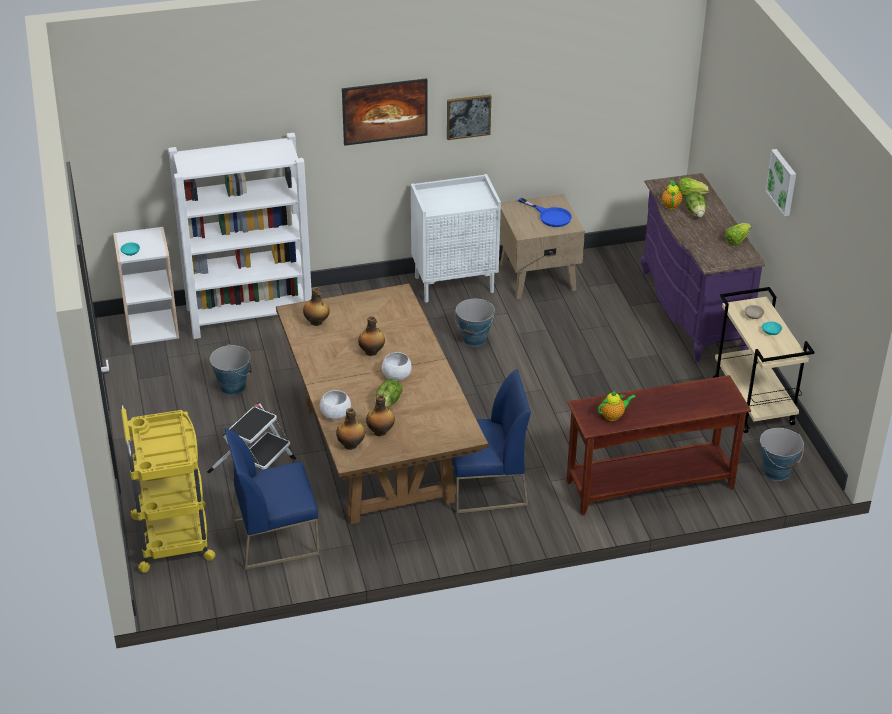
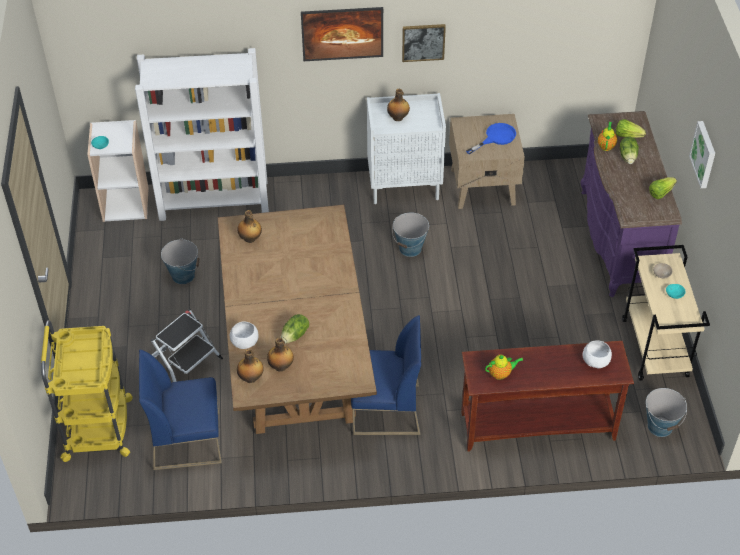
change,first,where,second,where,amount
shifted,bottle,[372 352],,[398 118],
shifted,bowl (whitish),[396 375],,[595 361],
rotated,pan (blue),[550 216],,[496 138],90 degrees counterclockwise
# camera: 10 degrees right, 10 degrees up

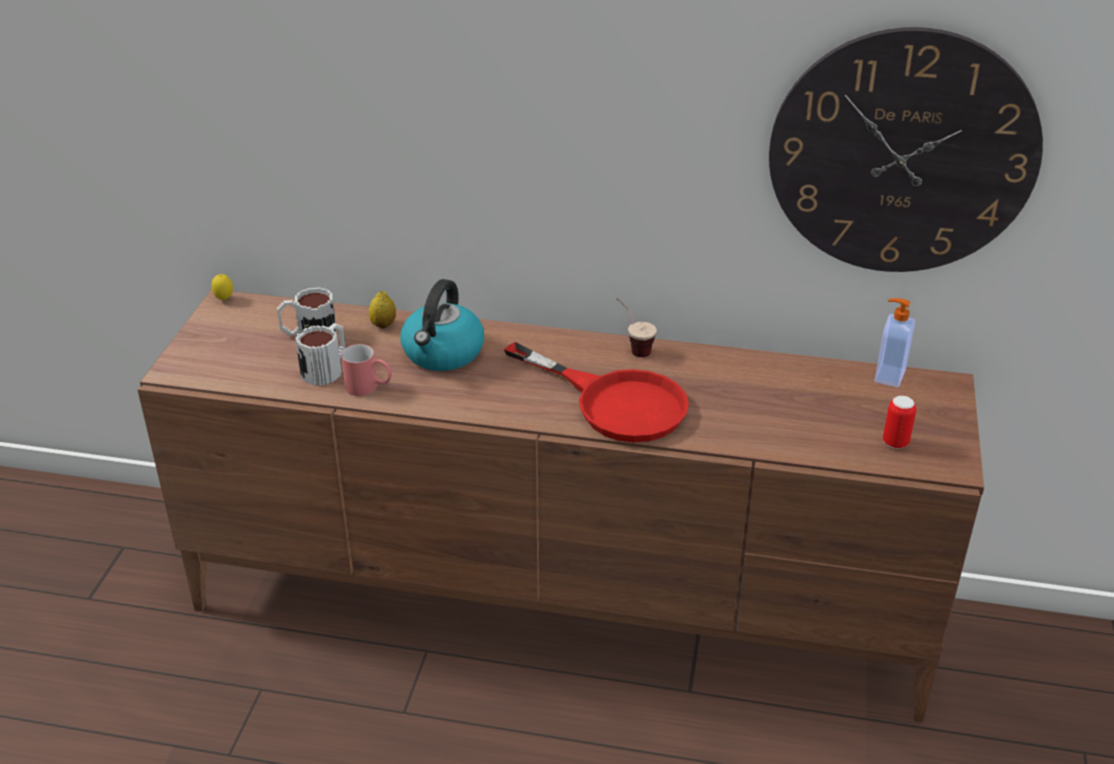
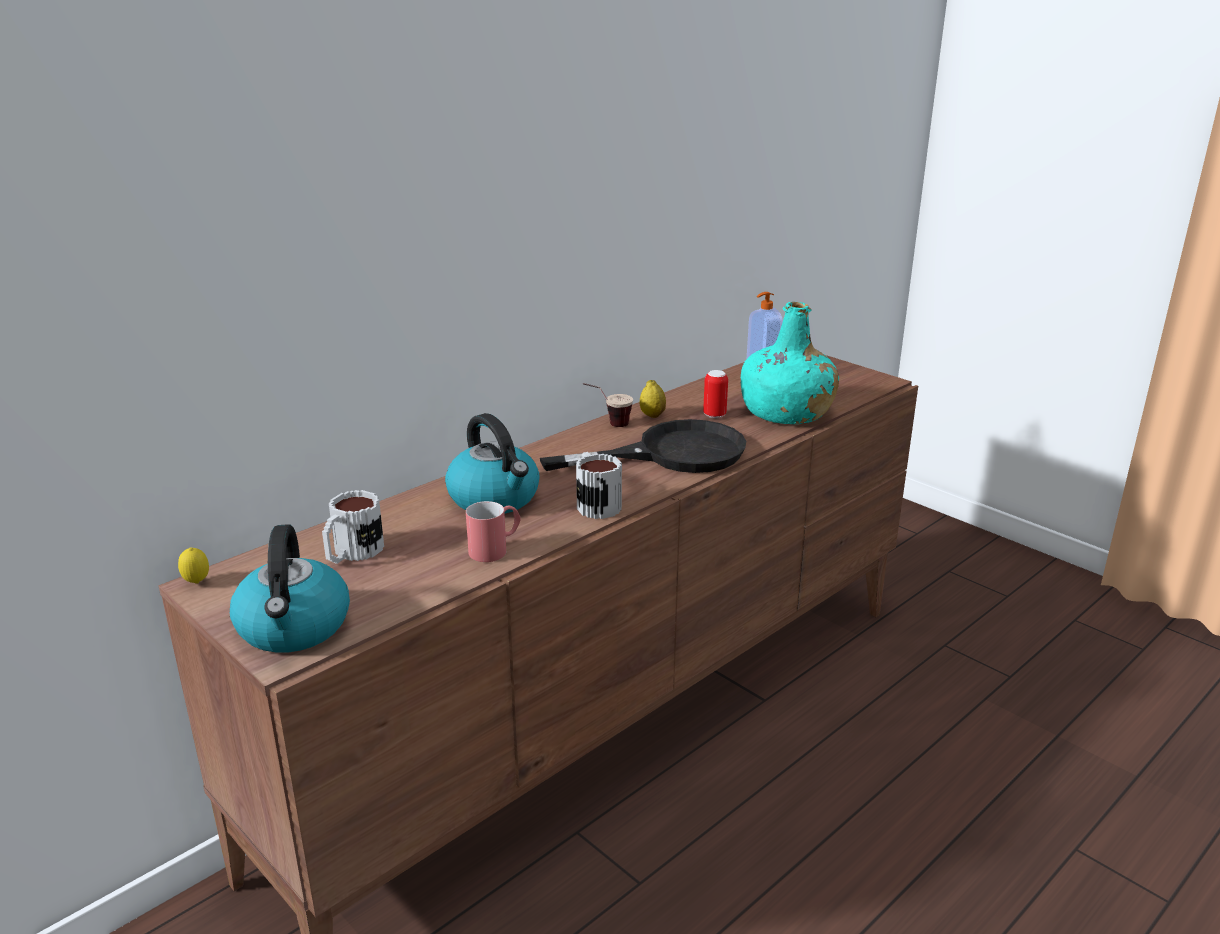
change,first,where,second,where,amount
gone,clock on the wall,[902 154],,,
new,,,kettle,[294 628],
new,,,bottle (blue-green),[786 412],
shifted,mug,[327 369],,[595 503],
shifted,whole lemon,[383 325],,[652 415],
shifted,can,[895 442],,[714 415],
repainted,pan (reddish),[615 402],pan (black),[672 454],
# camera: 55 degrees left, 10 degrees down

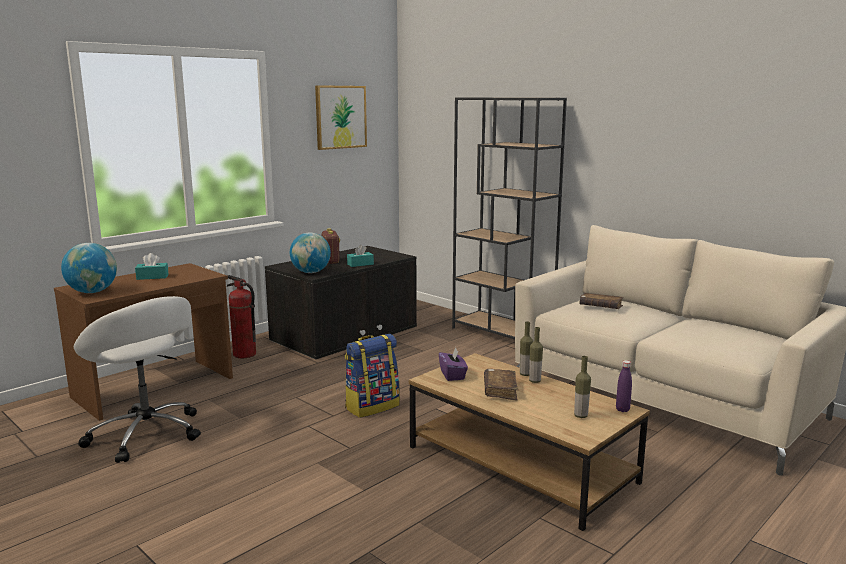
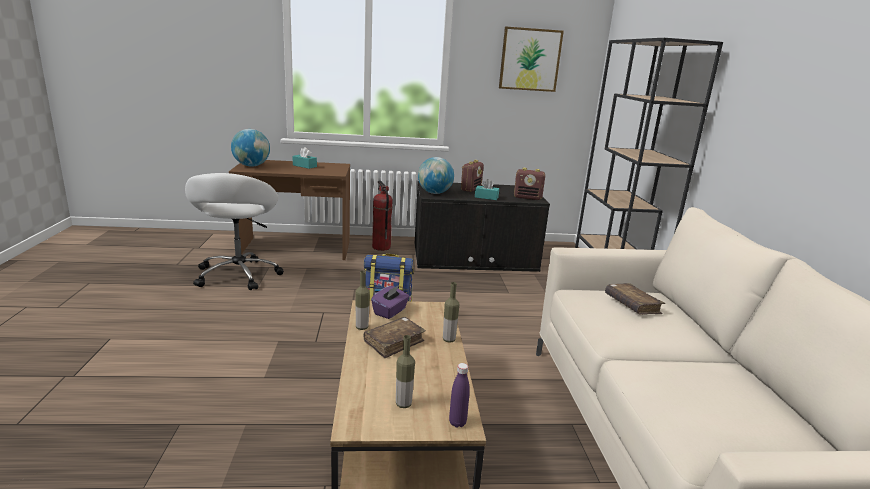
change,first,where,second,where,amount
new,,,radio set,[528 198],
shifted,bottle,[534 381],,[362 327],
# camera: 40 degrees right, 5 degrees up

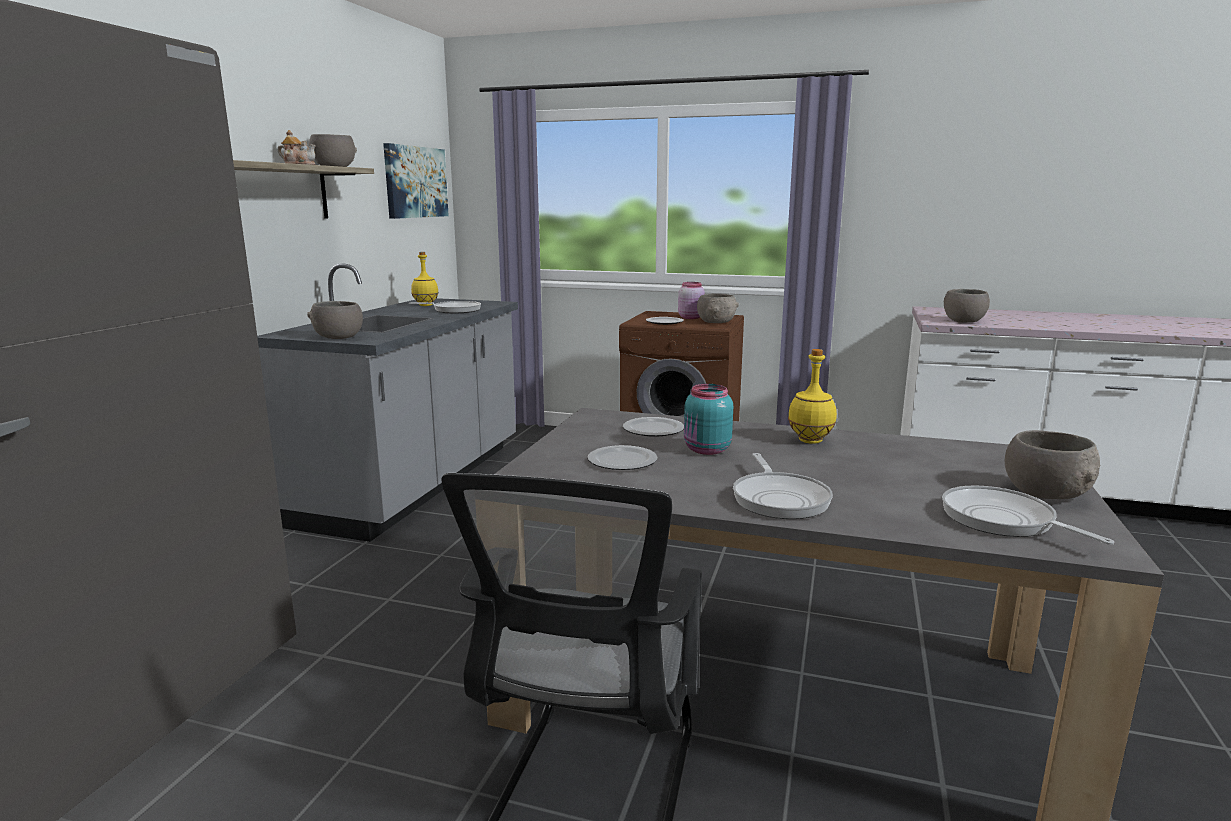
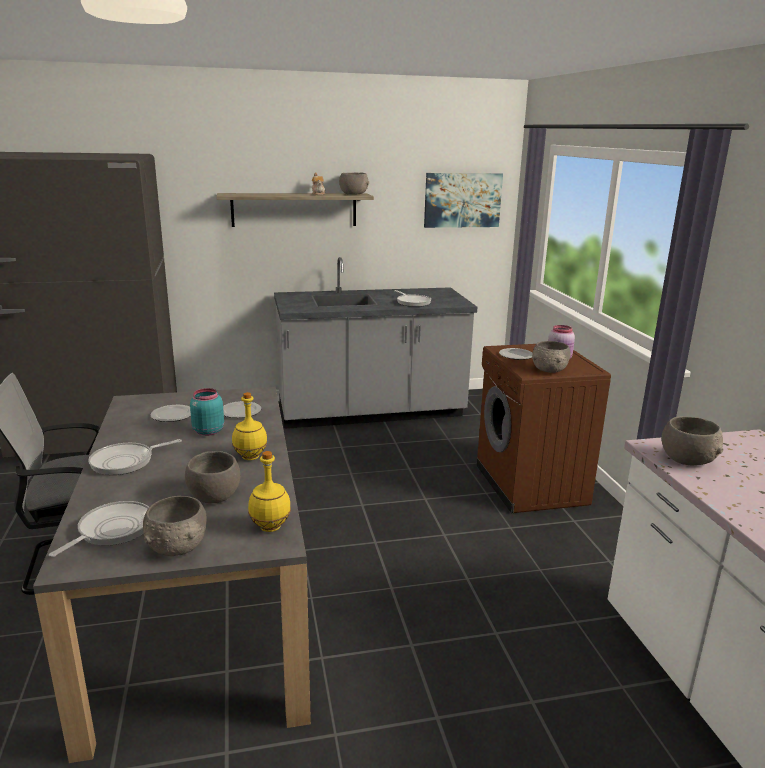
change,first,where,second,where,amount
shifted,bowl (greyish),[338 337],,[214 495],
shifted,bottle (yellowish),[426 305],,[270 527],
# camera: 60 degrees right, 5 degrees up

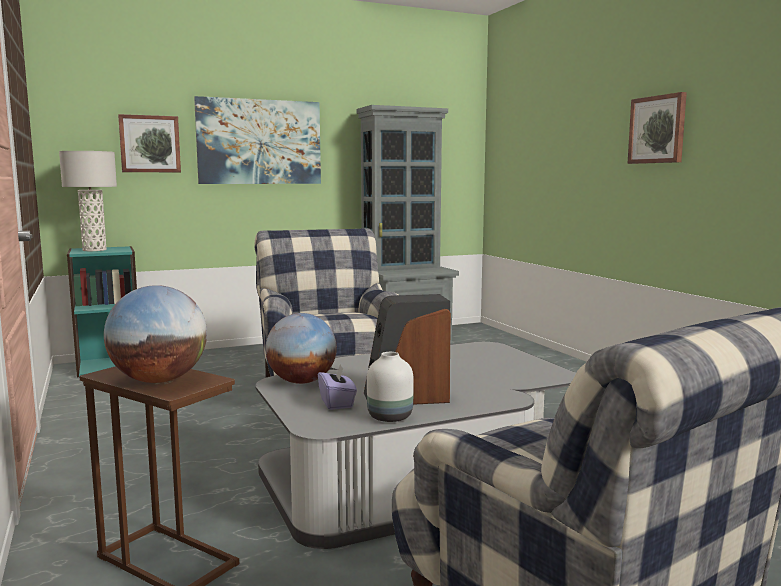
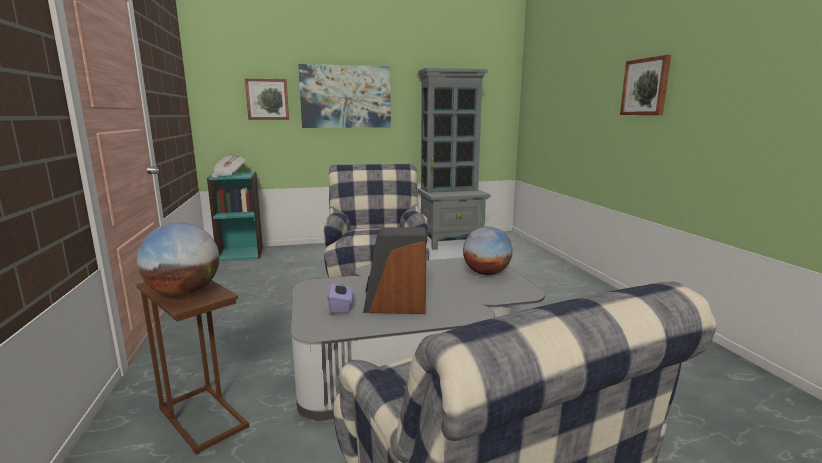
change,first,where,second,where,amount
gone,vase (whitish),[388 417],,,
shifted,world globe,[301 382],,[486 273],
swapped,tabletop lamp (whitish),[94 250],printed paper,[228 175],
# camera: 10 degrees right, 5 degrees up

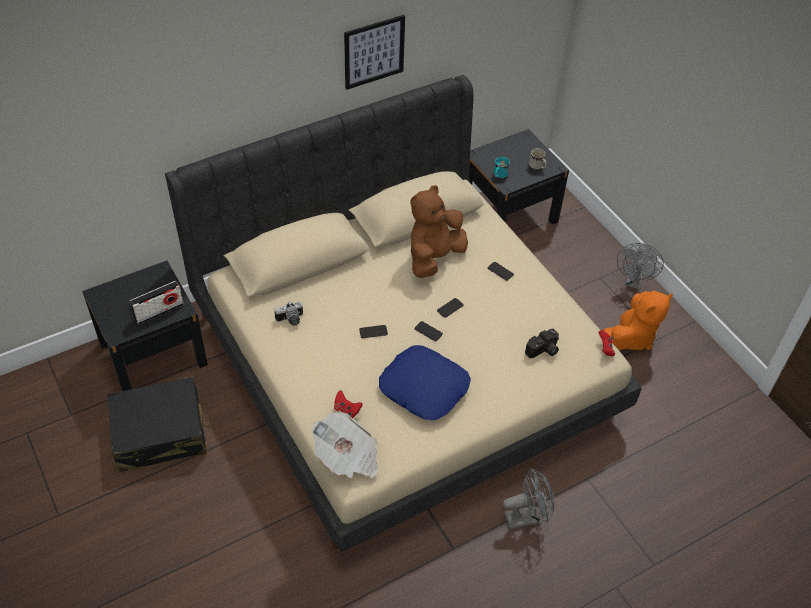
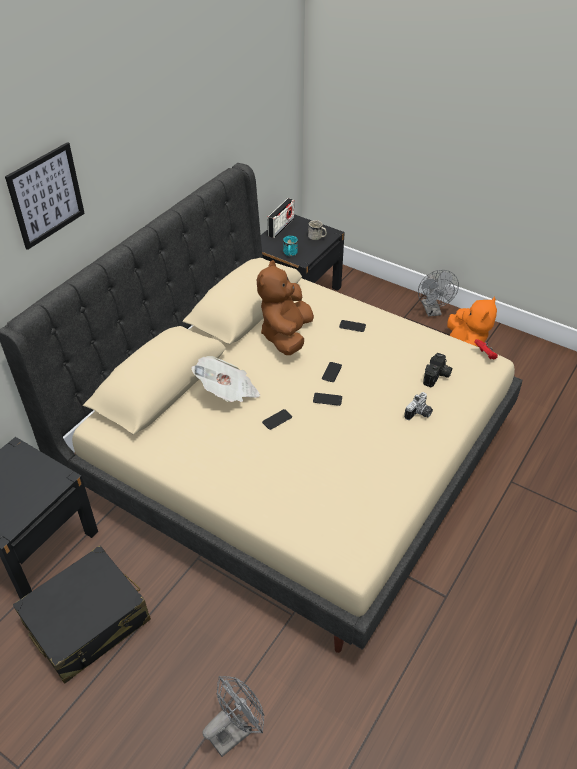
change,first,where,second,where,amount
gone,gamepad (reddish),[347 410],,,
gone,throw pillow (blue),[424 387],,,
shifted,radio set,[159 311],,[281 227],
shifted,still camera,[291 320],,[419 414],
shifted,printed paper,[347 457],,[227 392],
shifted,wall picture,[374 52],,[46 195],
shifted,electric fan (greyish),[526 517],,[235 730],
# camera: 25 degrees left, 5 degrees down

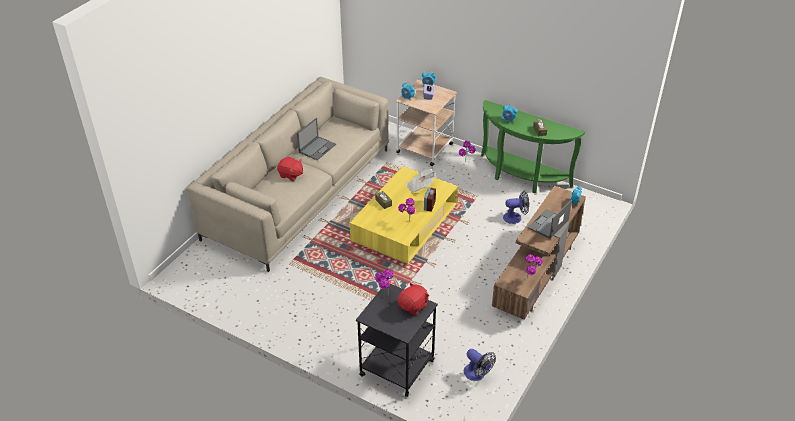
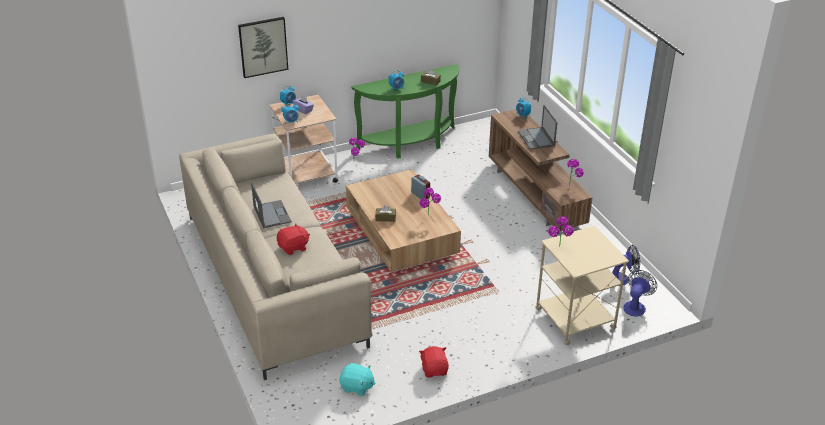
change,first,where,second,where,amount
gone,printed paper,[420 186],,,
new,,,wall picture,[263 46],
new,,,plush toy (blue-green),[357 387],
shifted,plush toy (reddish),[413 306],,[434 370],
shifted,electric fan,[515 217],,[635 306],
repainted,low table (yellowish),[405 226],low table (brownish),[401 235],
repainted,wheeled cart (black),[396 366],wheeled cart (beige),[574 319],
# camera: 55 degrees left, 5 degrees down

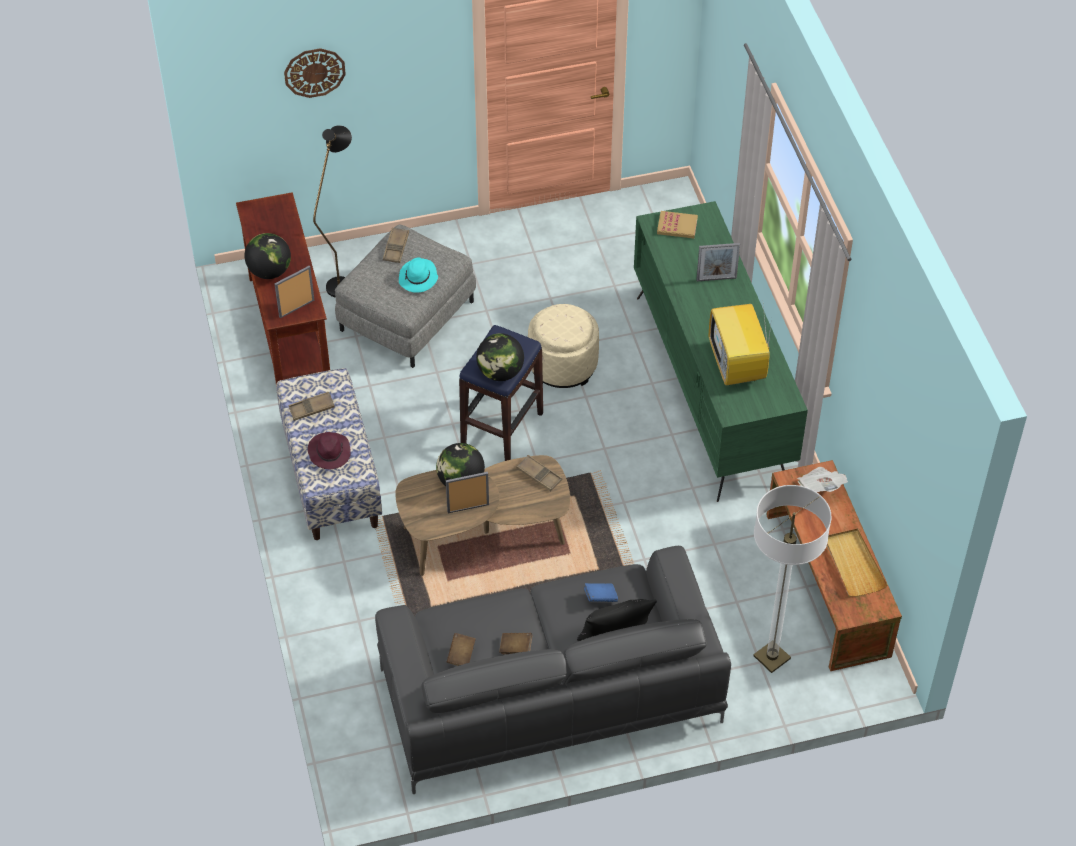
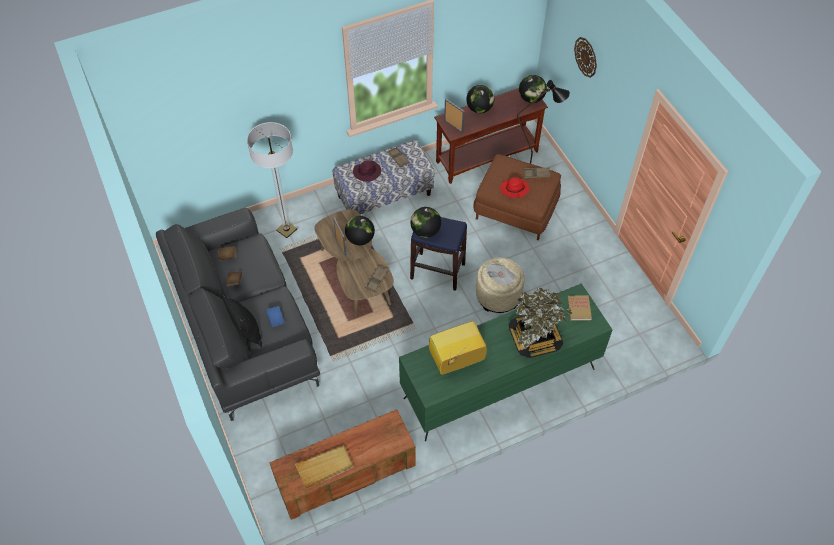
change,first,where,second,where,amount
new,,,world globe,[531 98],
shifted,floor lamp,[771 657],,[286 230],
shifted,printed paper,[820 488],,[501 278],
swapped,standing frame,[716 279],houseplant,[535 338],
repainted,pouffe (greyish),[406 315],pouffe (brownish),[516 208],
repainted,clothing hat (blue-green),[418 278],clothing hat (reddish),[514 189],
# camera: 80 degrees right, 5 degrees up

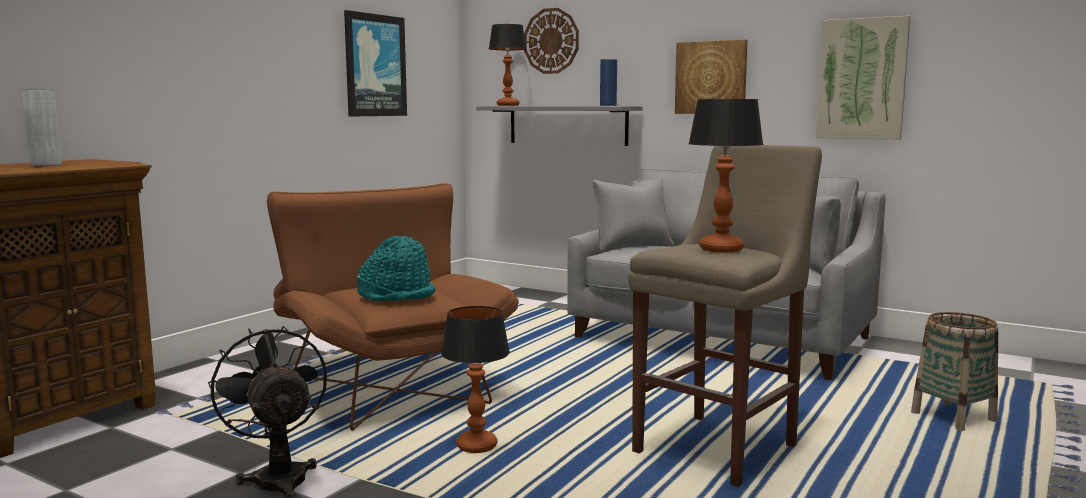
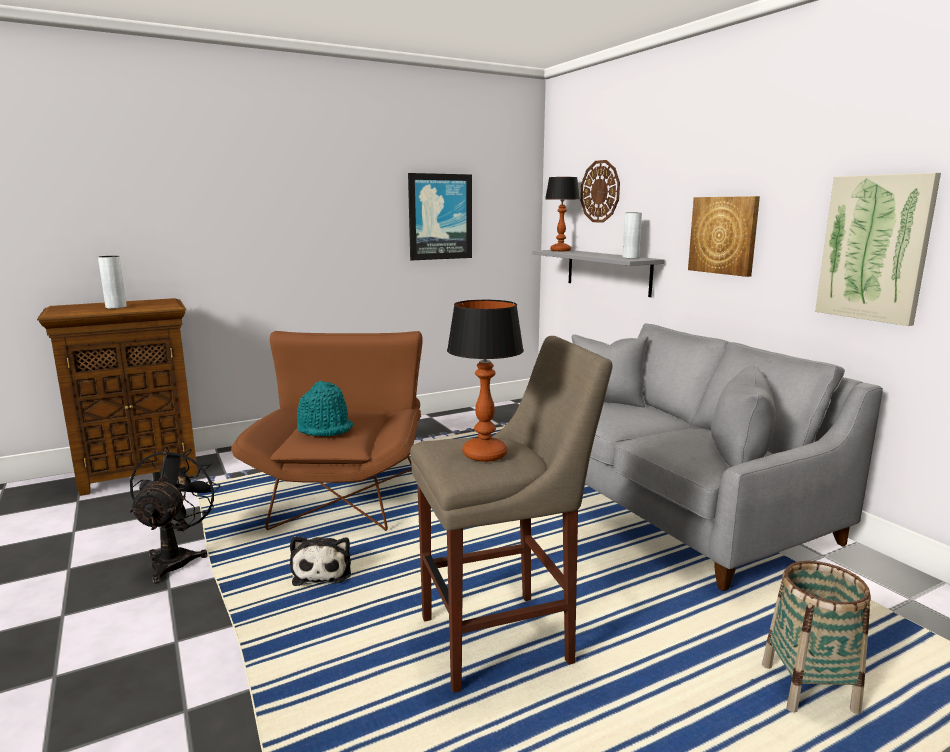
change,first,where,second,where,amount
swapped,tabletop lamp,[476 446],plush toy,[322 571],
repainted,vase (blue),[608 105],vase (greyish),[630 257],
# camera: 30 degrees right, 5 degrees up

